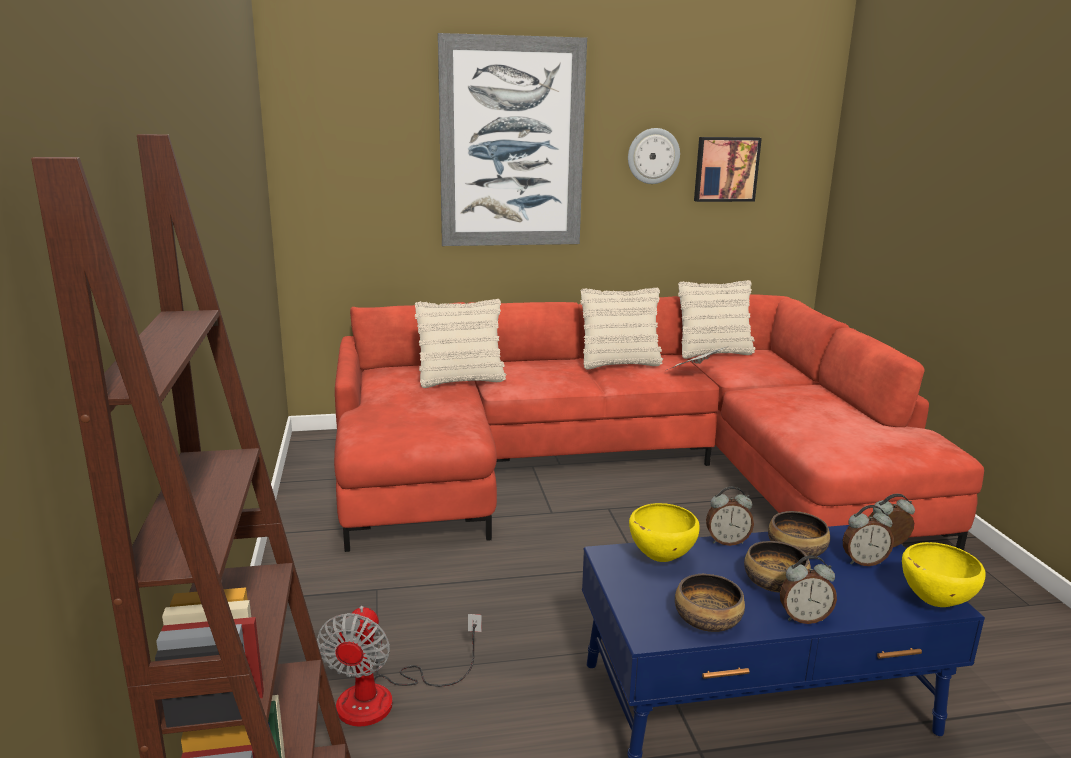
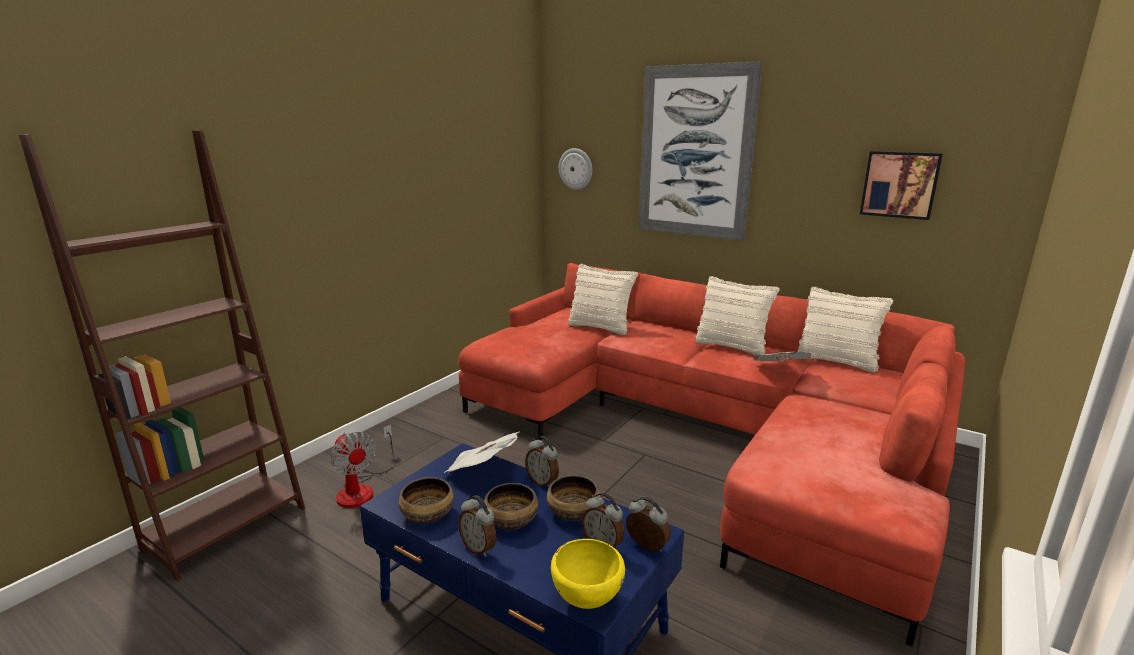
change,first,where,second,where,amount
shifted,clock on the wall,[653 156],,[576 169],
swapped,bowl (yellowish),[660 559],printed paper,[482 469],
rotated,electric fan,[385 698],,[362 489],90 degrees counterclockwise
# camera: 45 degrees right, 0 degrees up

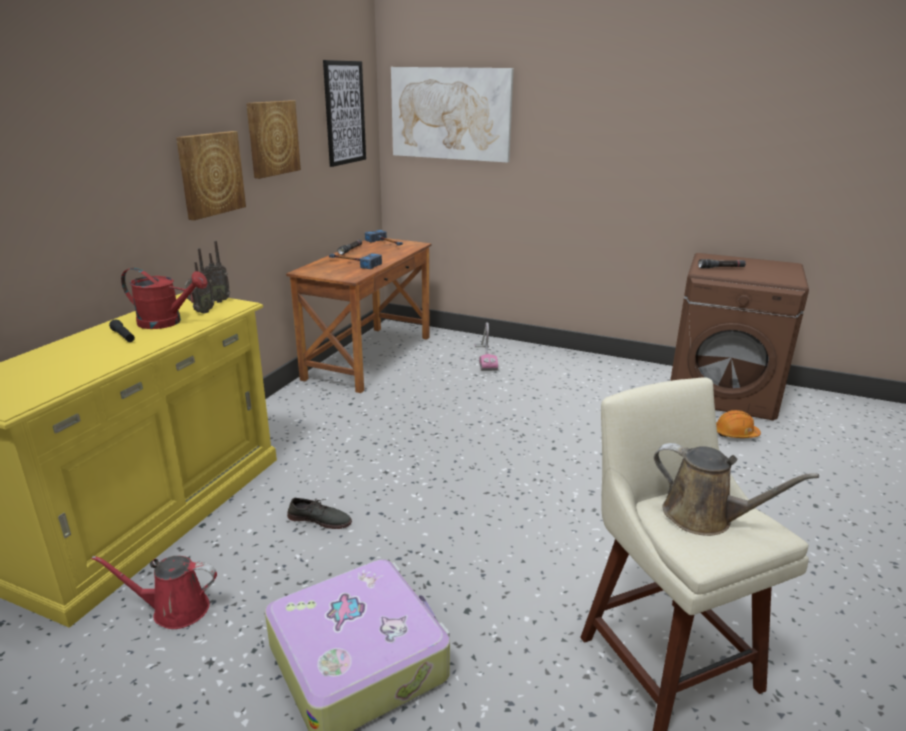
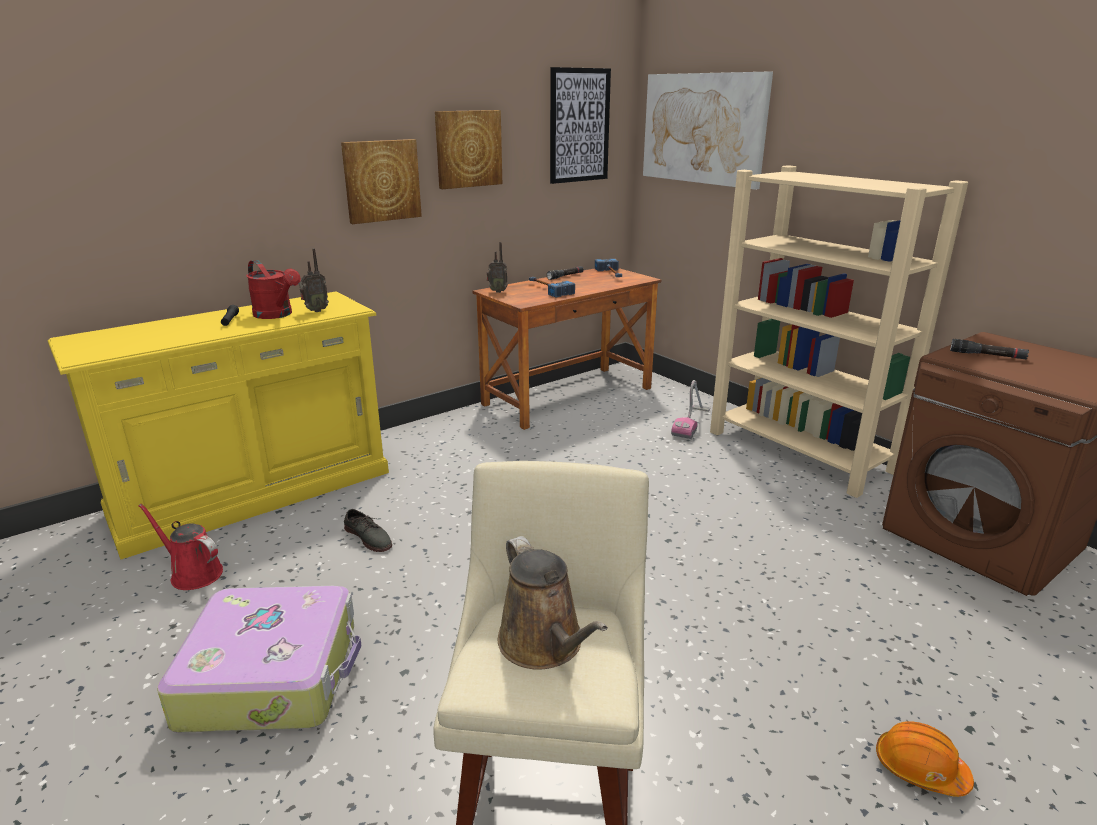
change,first,where,second,where,amount
new,,,shelving unit (beige),[800 451],
shifted,radio set,[217 301],,[497 291],
shifted,safety helmet (orange-coloured),[735 434],,[919 769],
# camera: 30 degrees right, 0 degrees up

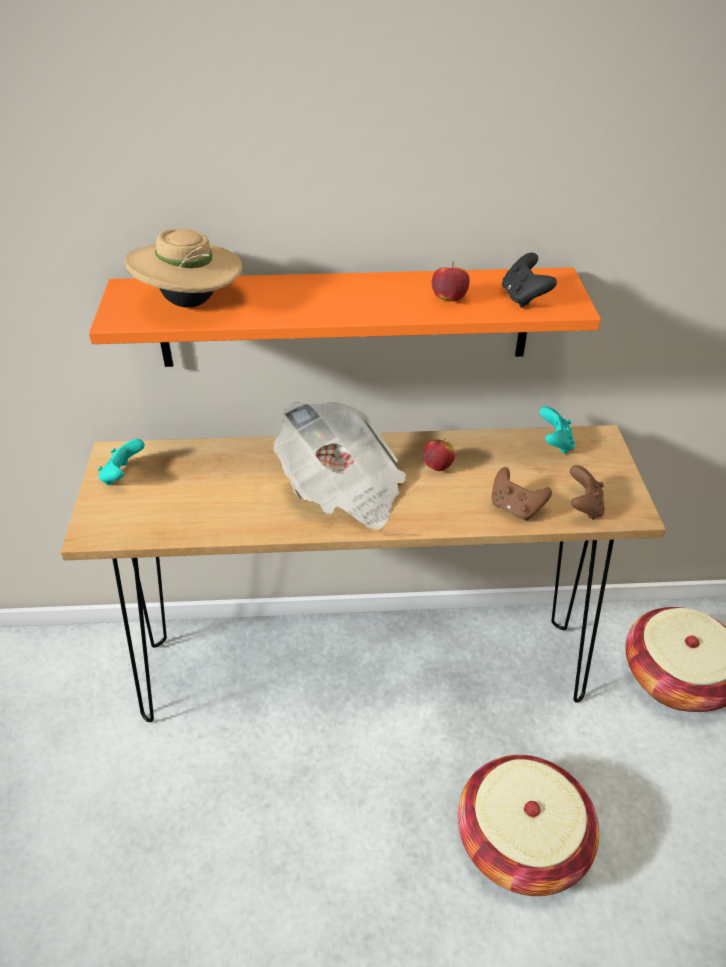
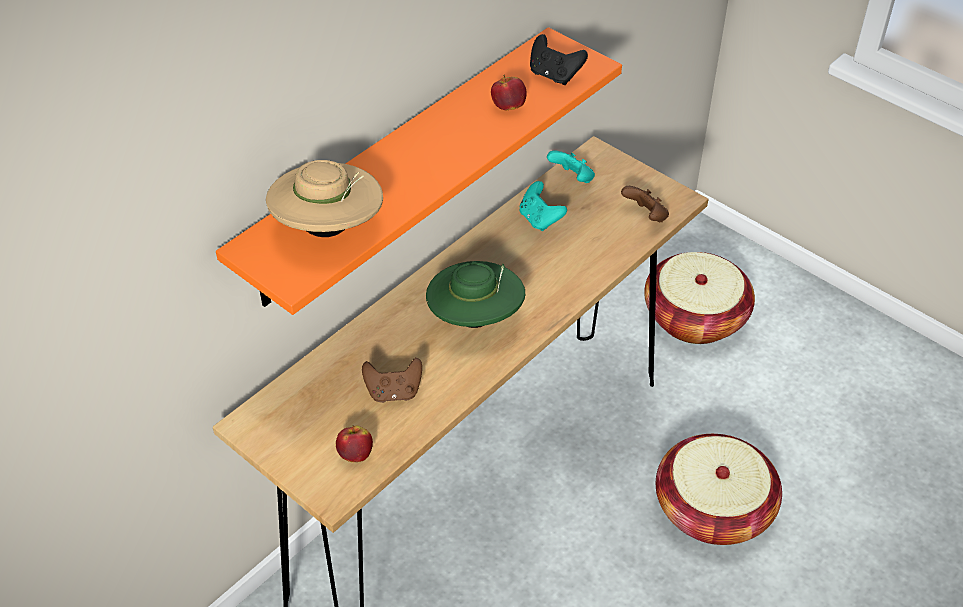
change,first,where,second,where,amount
shifted,gamepad (blue-green),[123 476],,[540 219],
shifted,apple,[437 466],,[355 454],
shifted,gamepad (brownish),[515 508],,[394 392],
swapped,printed paper,[343 490],clothing hat (green-coloured),[475 318],
# camera: 45 degrees left, 5 degrees up

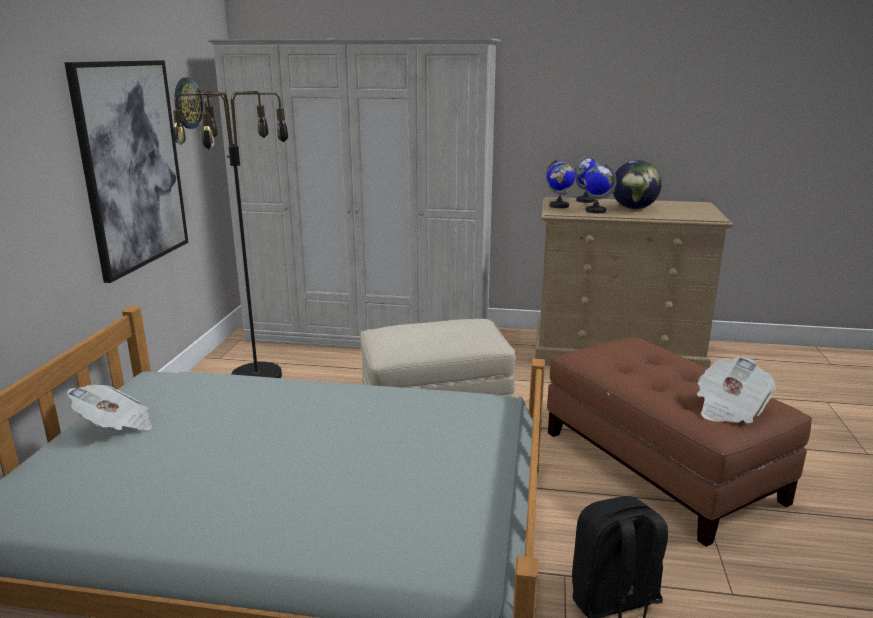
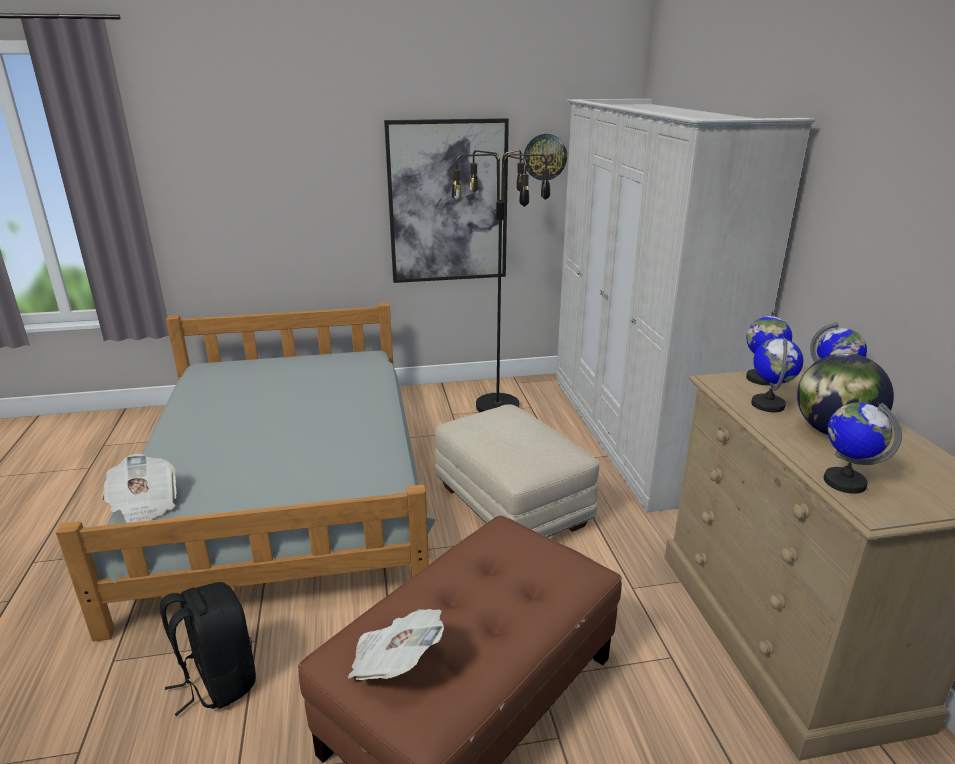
change,first,where,second,where,amount
new,,,world globe,[844 482],
shifted,printed paper,[116 426],,[144 505],
# camera: 70 degrees right, 5 degrees up

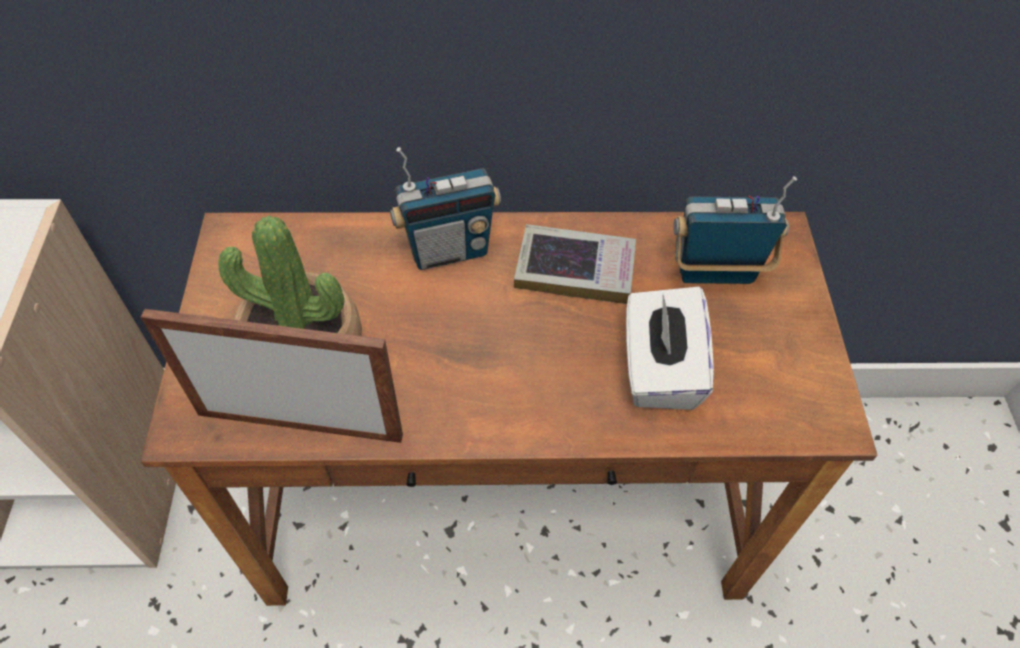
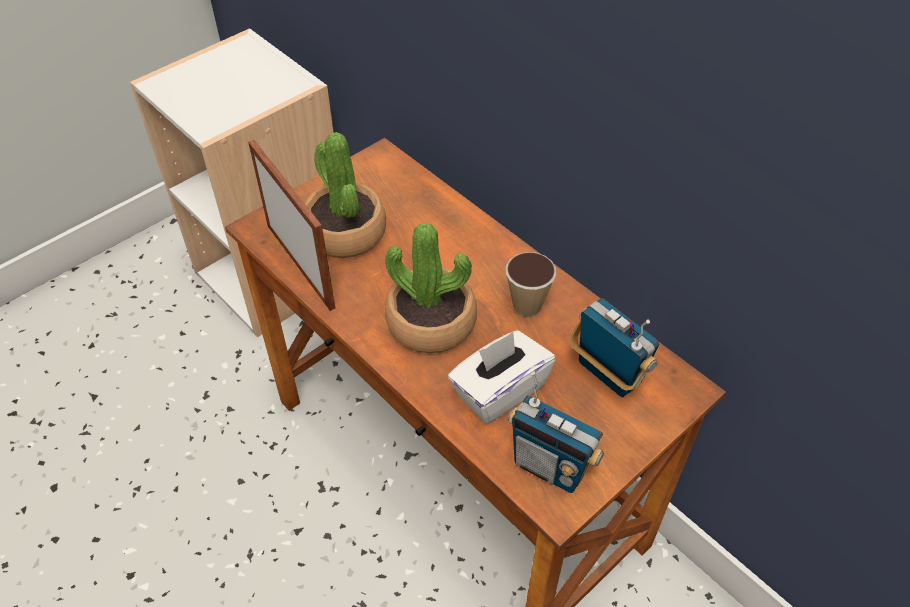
change,first,where,second,where,amount
new,,,houseplant,[431 322],
shifted,radio set,[448 250],,[550 467],
swapped,bound book,[575 269],cup,[527 305],
# camera: 50 degrees right, 5 degrees down

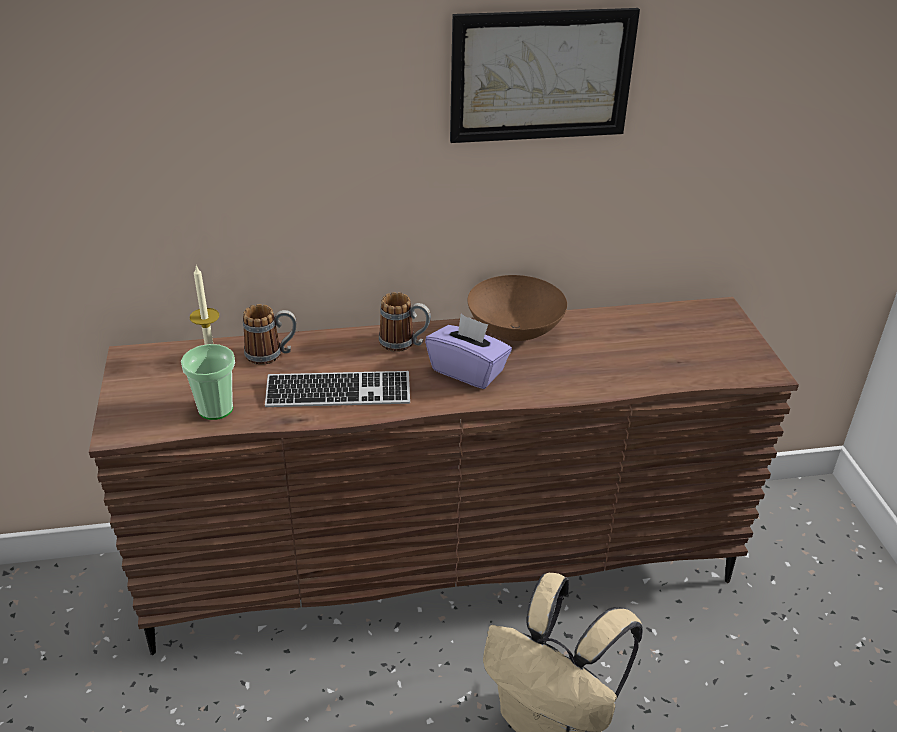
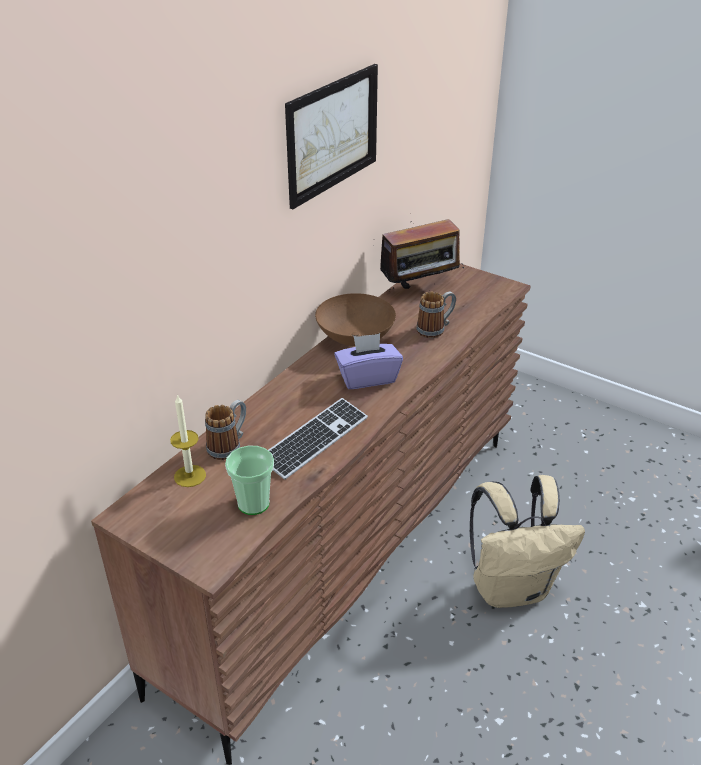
change,first,where,second,where,amount
new,,,radio set,[420 289],
shifted,mug,[404 343],,[435 329],
# camera: 45 degrees left, 0 degrees up

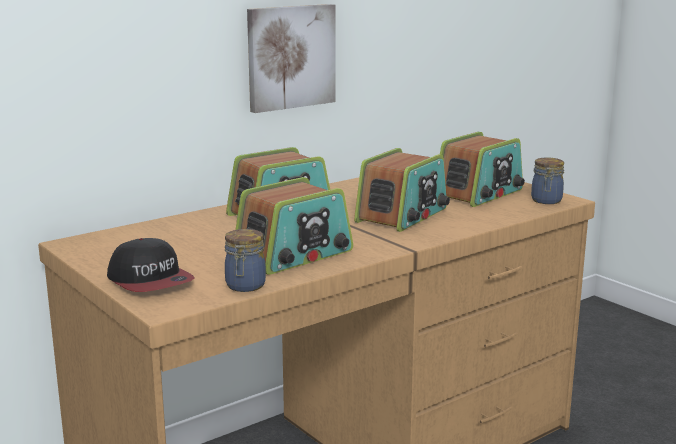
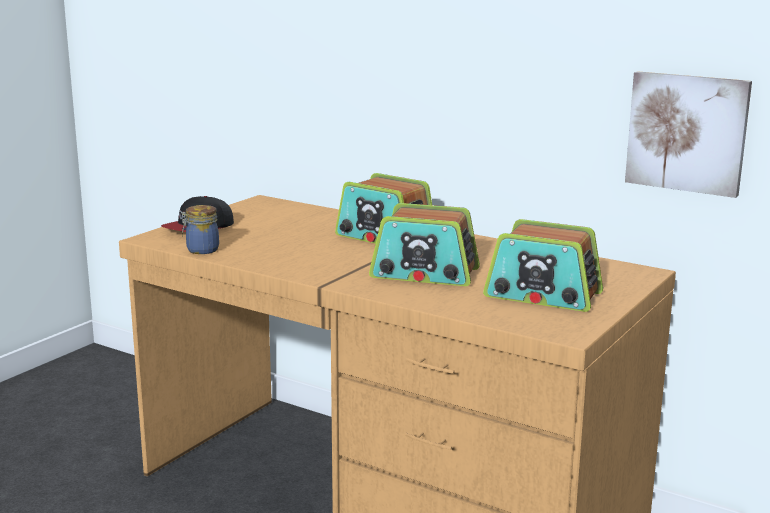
change,first,where,second,where,amount
gone,radio set,[294 255],,,
gone,storage jar,[546 201],,,
shifted,wall picture,[290 57],,[687 132],
# camera: 70 degrees right, 0 degrees up

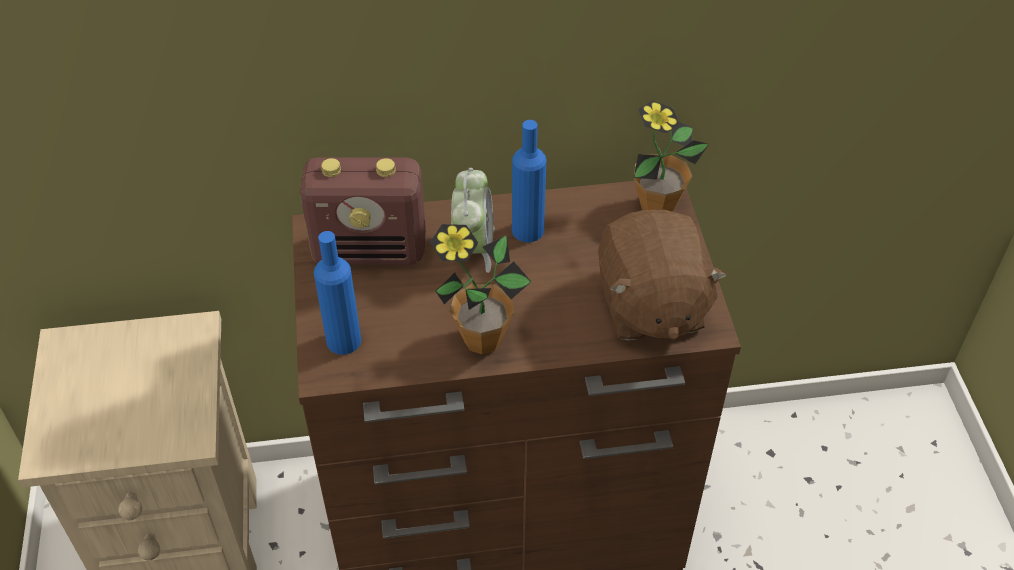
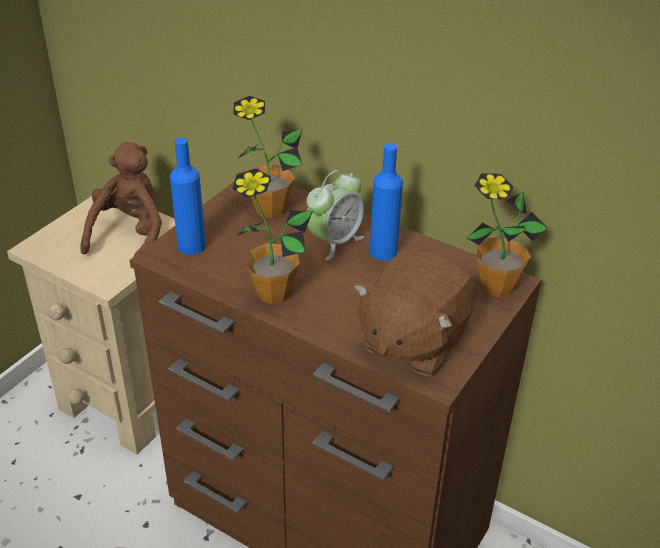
change,first,where,second,where,amount
new,,,plush toy (brownish),[130 236],
swapped,radio set,[371 250],houseplant,[270 210],
# camera: 40 degrees right, 10 degrees down

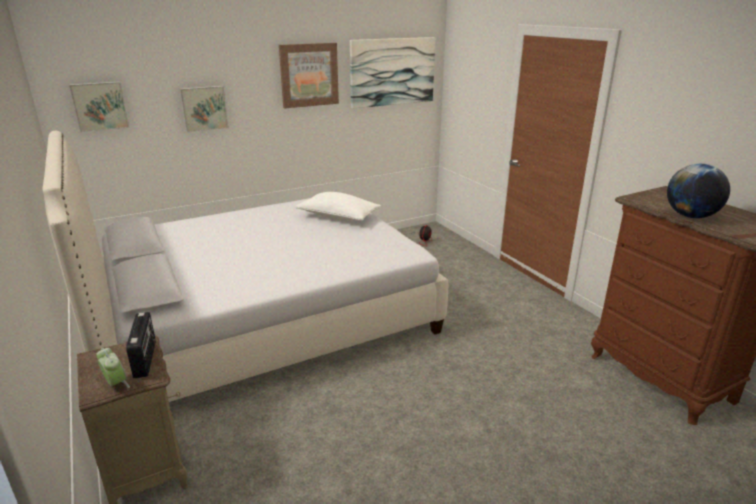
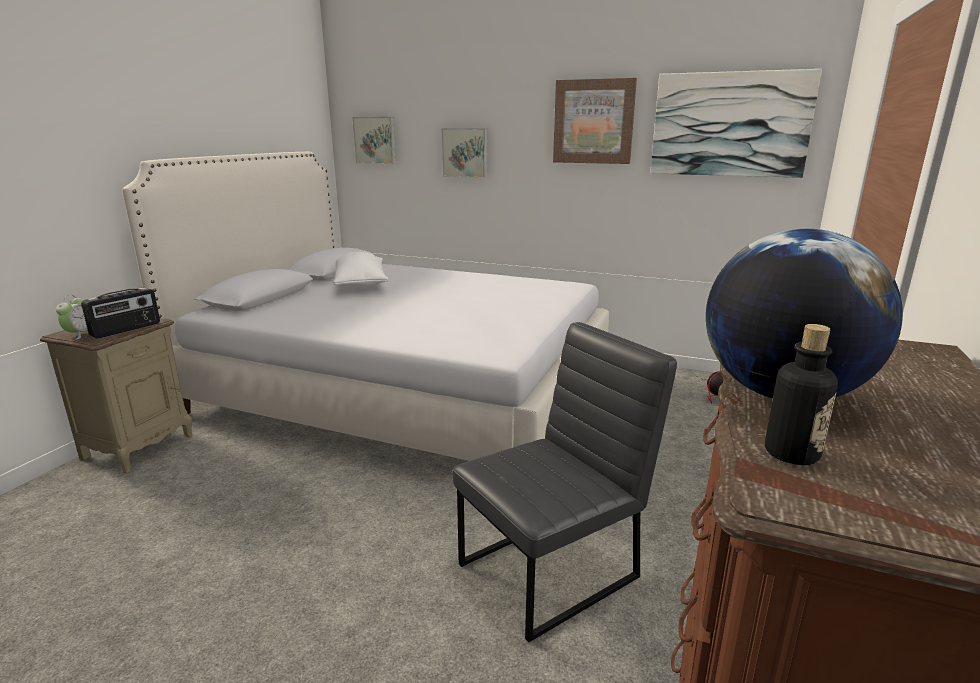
change,first,where,second,where,amount
new,,,upright chair (greyish),[553 569],
new,,,bottle,[791 453],
shifted,throw pillow (whitish),[338 217],,[361 284],
# camera: 50 degrees right, 5 degrees down

